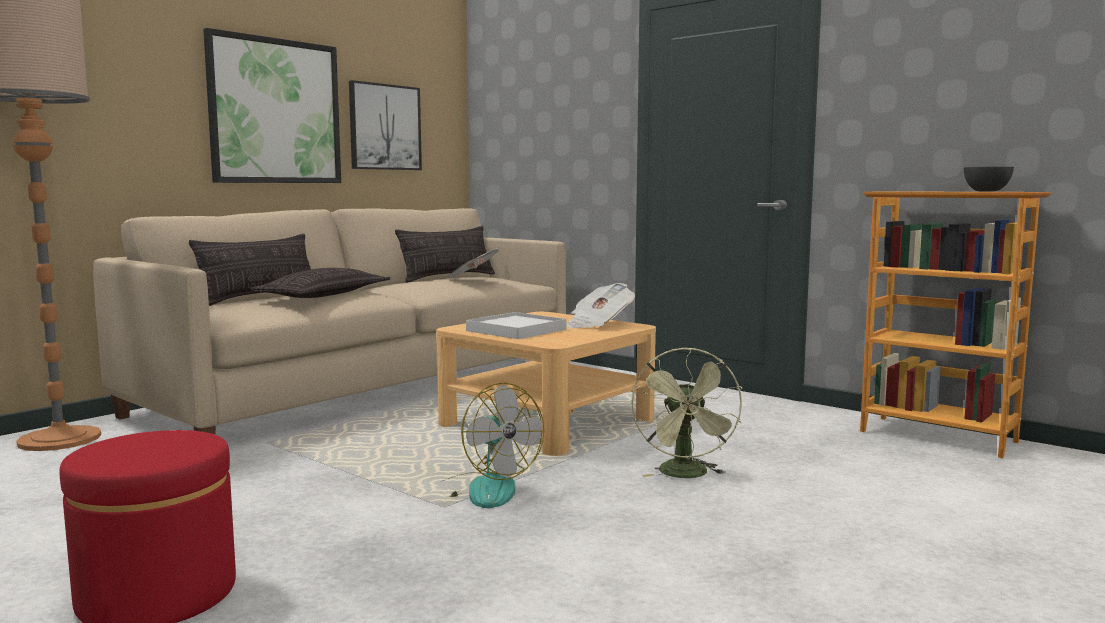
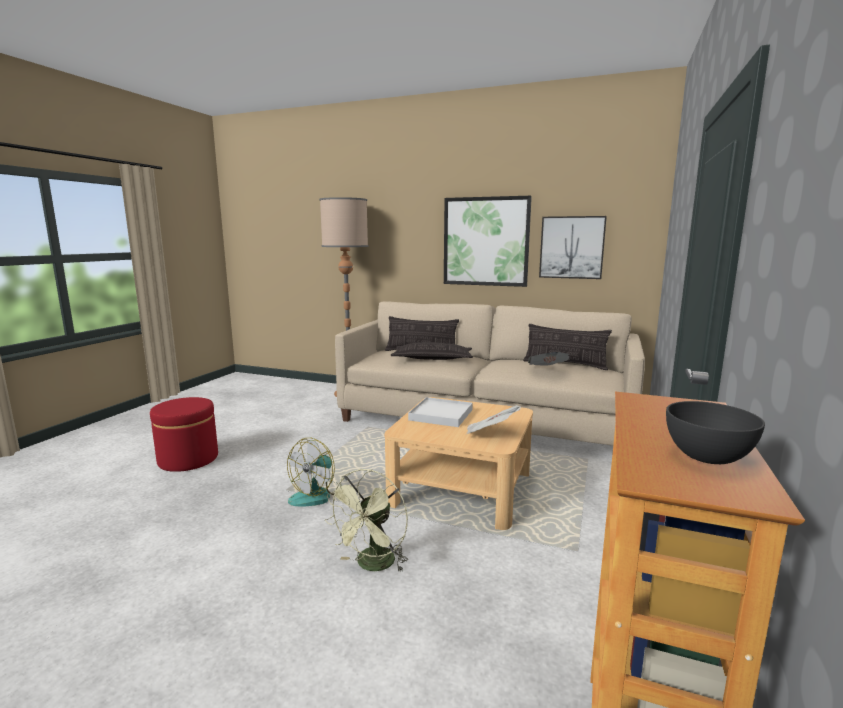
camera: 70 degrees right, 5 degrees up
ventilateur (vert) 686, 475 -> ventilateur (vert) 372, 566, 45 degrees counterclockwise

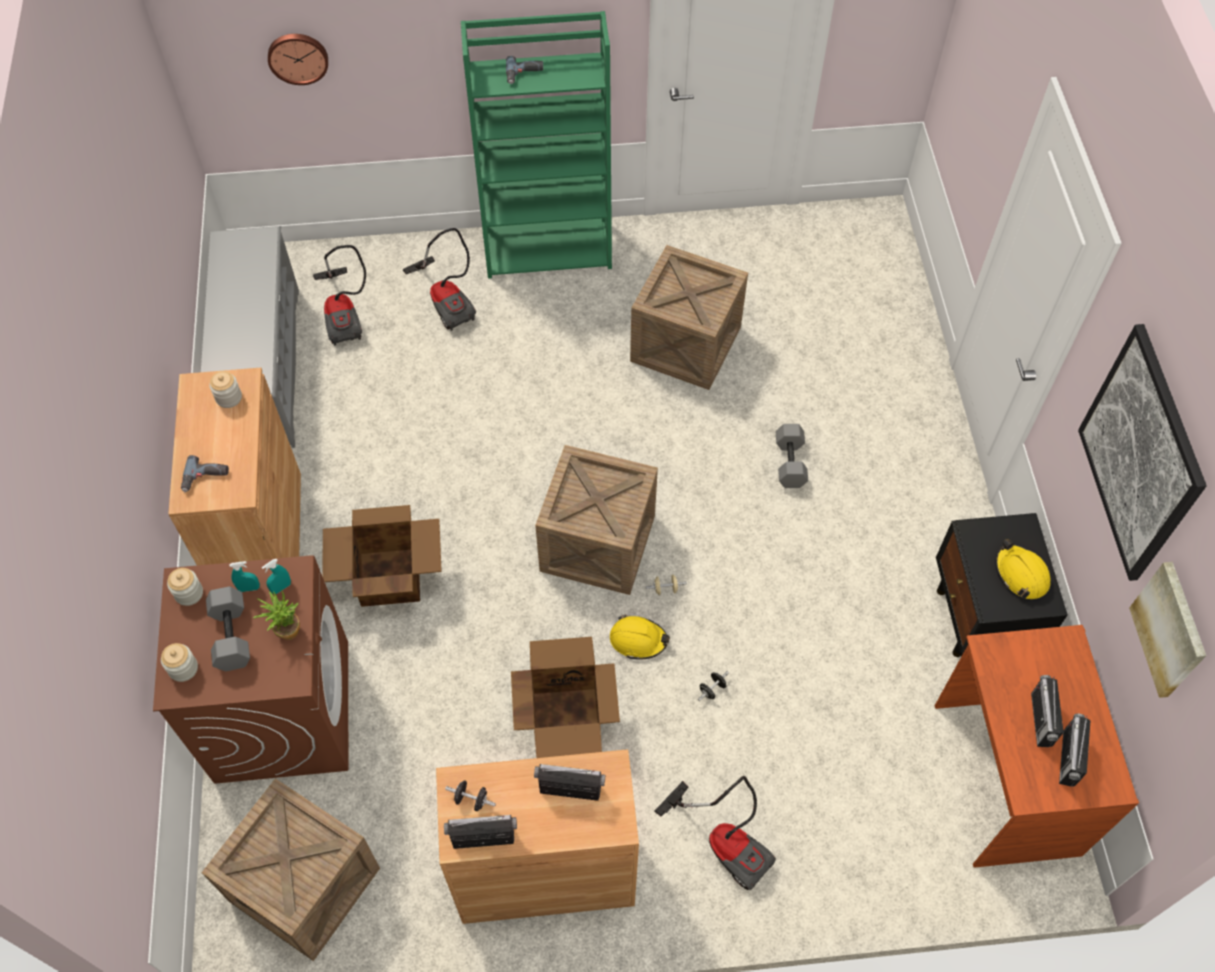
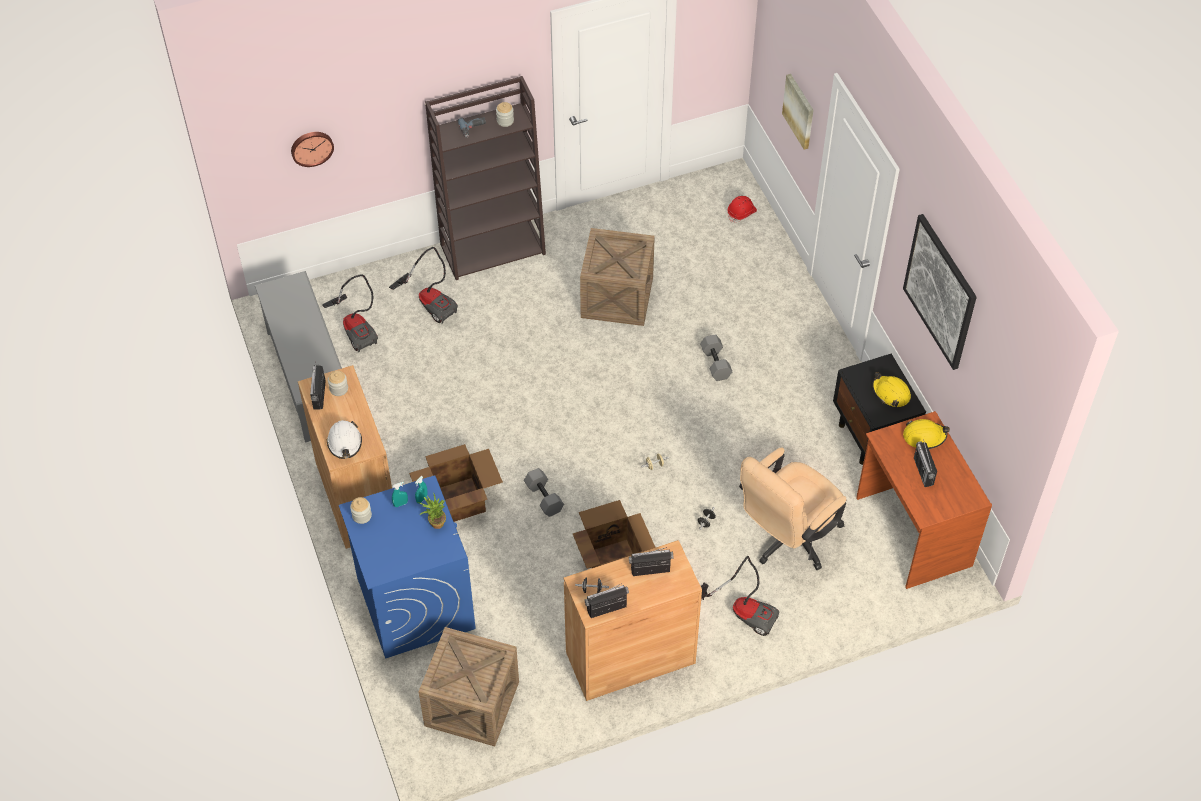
camera: 15 degrees left, 5 degrees down
radio 1068, 758 -> radio 319, 395, shifted
perceuse 205, 478 -> casque de chantier (blanc) 345, 443
lave-linge (marron) 282, 710 -> lave-linge (bleu) 414, 602
bibliothèque (vert) 548, 247 -> bibliothèque (marron) 493, 248
bocal 183, 668 -> bocal 505, 121, shifted
haltère (gris) 230, 635 -> haltère (gris) 543, 497, shifted
none -> casque de chantier (rouge) 741, 213
none -> chaise de bureau (beige) 787, 539
tableau 1170, 630 -> tableau 799, 111, shifted
casque de chantier (jaune) 638, 640 -> casque de chantier (jaune) 924, 437, shifted
caisse 597, 543 -> none

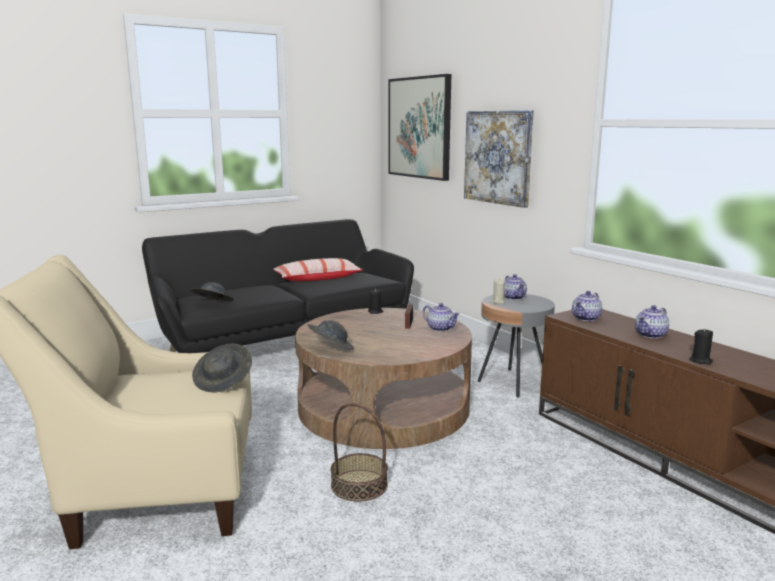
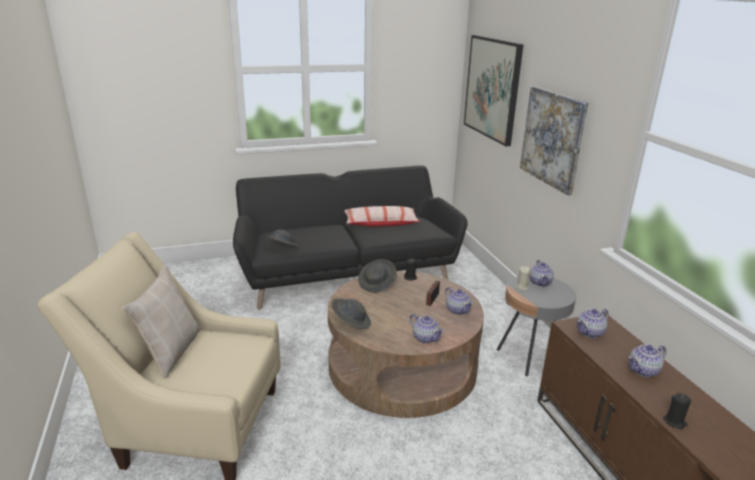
camera: 15 degrees right, 10 degrees up
none -> coussin (beige) 171, 351
chapeau (gris) 223, 381 -> chapeau (gris) 377, 284, shifted
none -> théière 425, 338
panier 359, 485 -> none

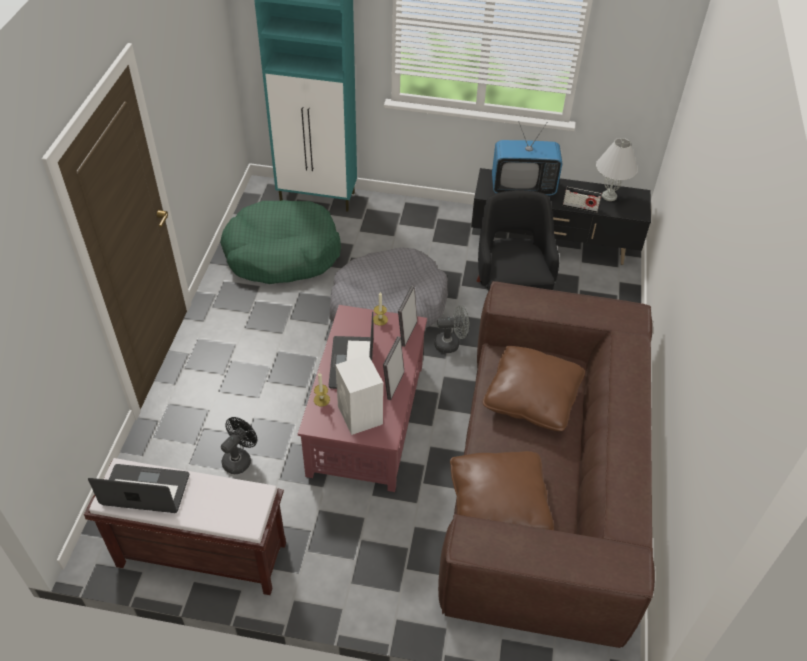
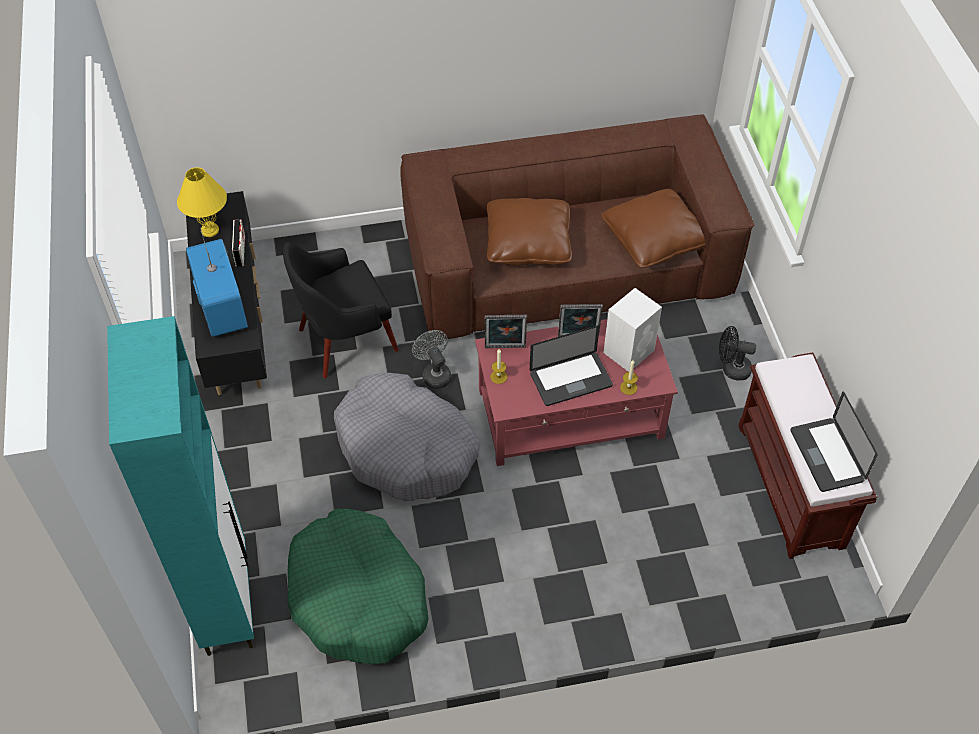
camera: 110 degrees left, 5 degrees up
lampe de table (blanc) 609, 196 -> lampe de table (jaune) 210, 230
ventilateur (noir) 239, 459 -> ventilateur (noir) 731, 369, shifted

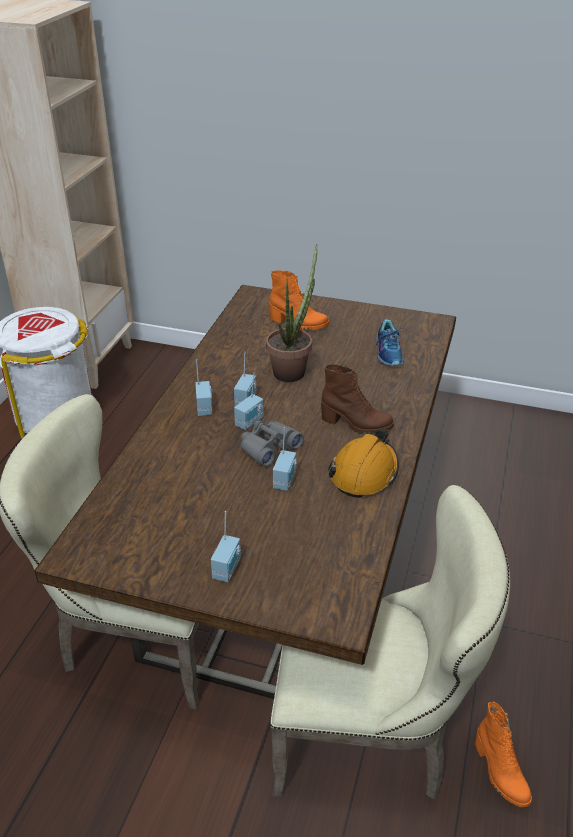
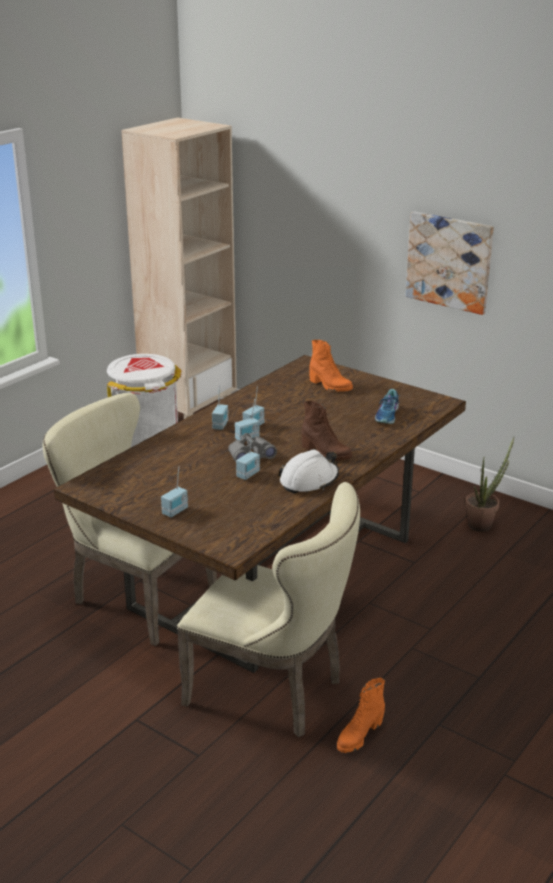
camera: 20 degrees right, 10 degrees down
casque de chantier (orange) 364, 472 -> casque de chantier (blanc) 309, 481
botte (orange) 499, 773 -> botte (orange) 359, 736, 45 degrees clockwise
none -> tableau 449, 262
plante en pot 292, 369 -> plante en pot 483, 523, shifted

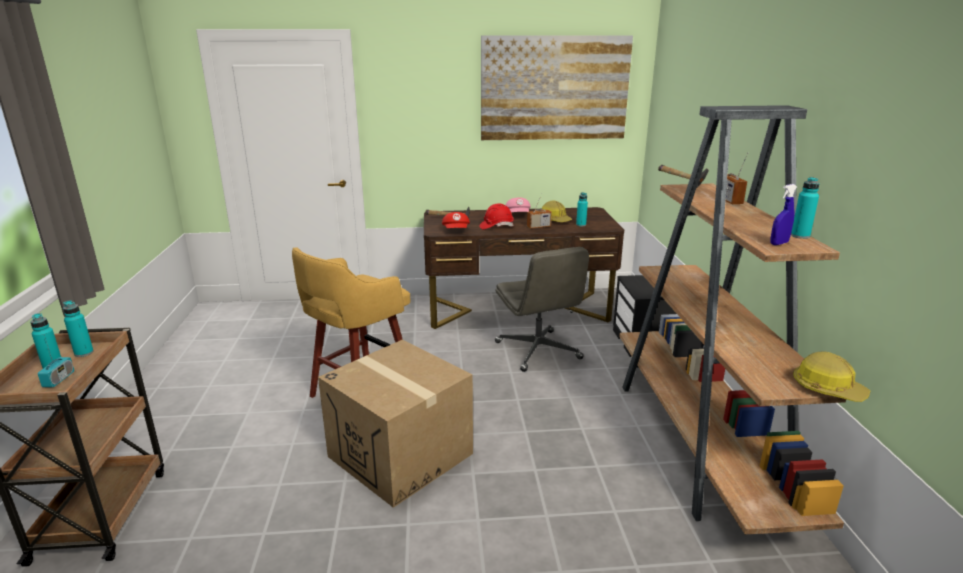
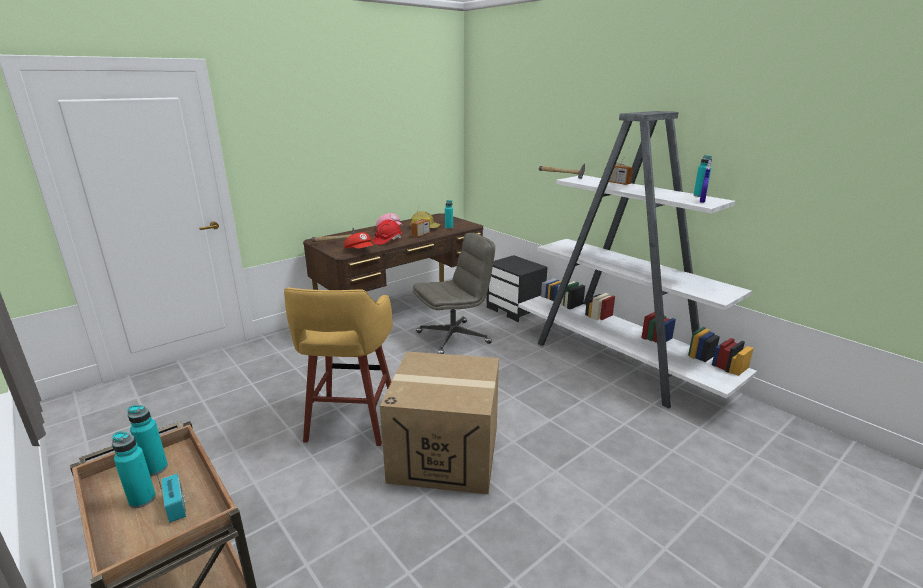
camera: 35 degrees left, 0 degrees up
chaise de bureau (gris) 538, 351 -> chaise de bureau (gris) 454, 337, 60 degrees counterclockwise
bibliothèque (marron) 699, 444 -> bibliothèque (blanc) 619, 362
tableau 554, 88 -> none
casque de chantier 827, 389 -> none

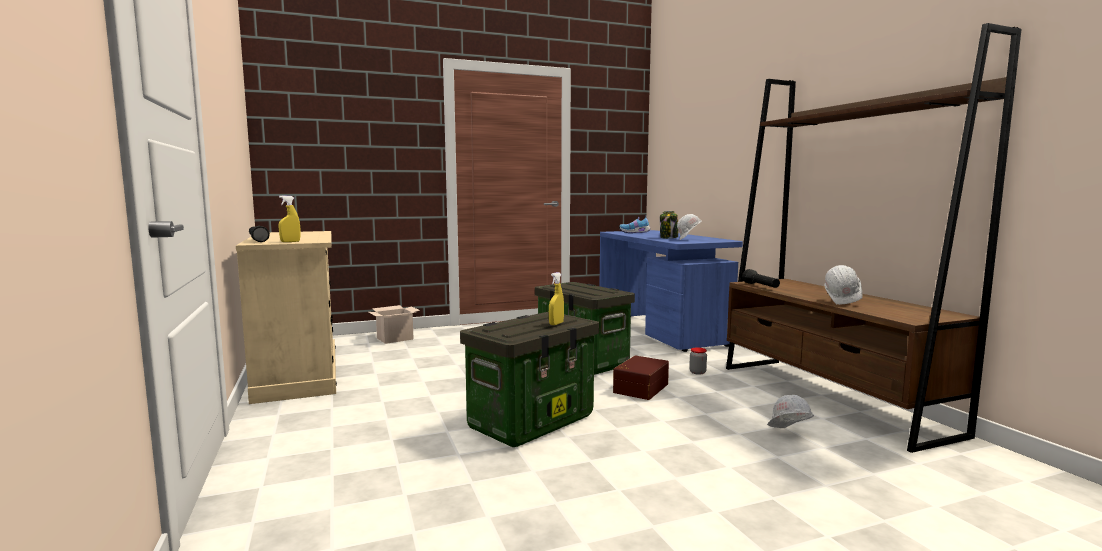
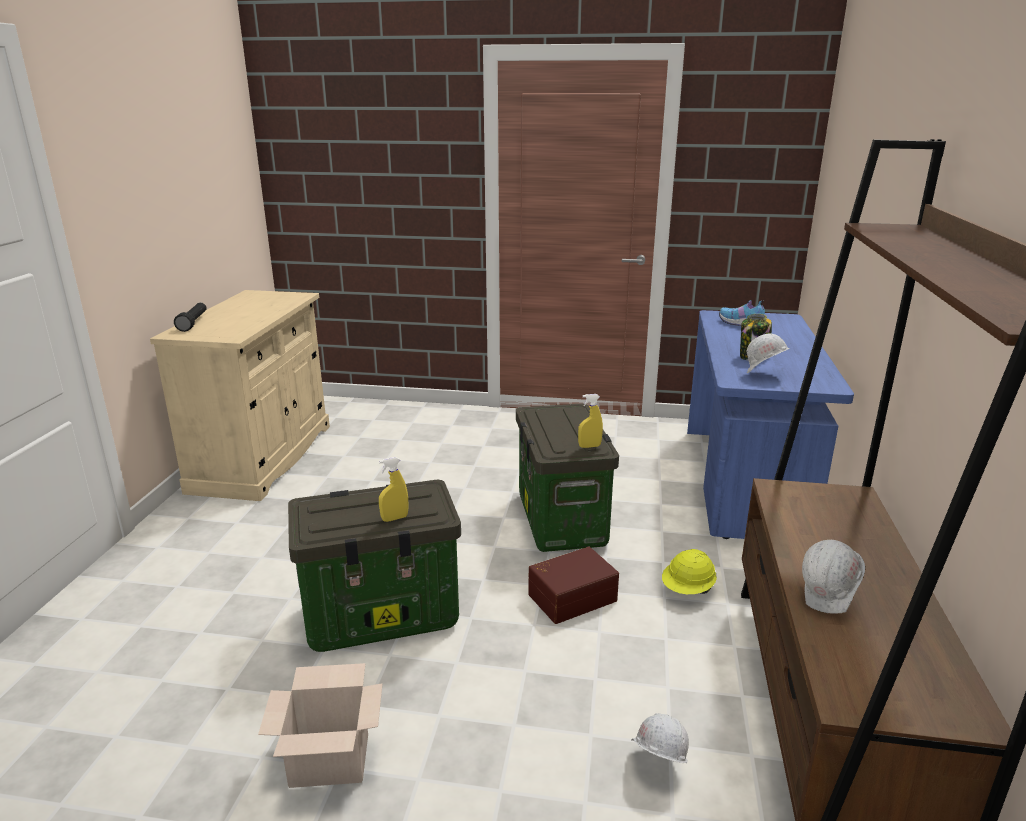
camera: 30 degrees right, 15 degrees up
carton 395, 338 -> carton 332, 759, shifted
vaporisateur (jaune) 290, 242 -> vaporisateur (jaune) 589, 446, shifted
bocal 697, 372 -> casque de chantier (jaune) 688, 590
lampe de poche (noir) 761, 286 -> none

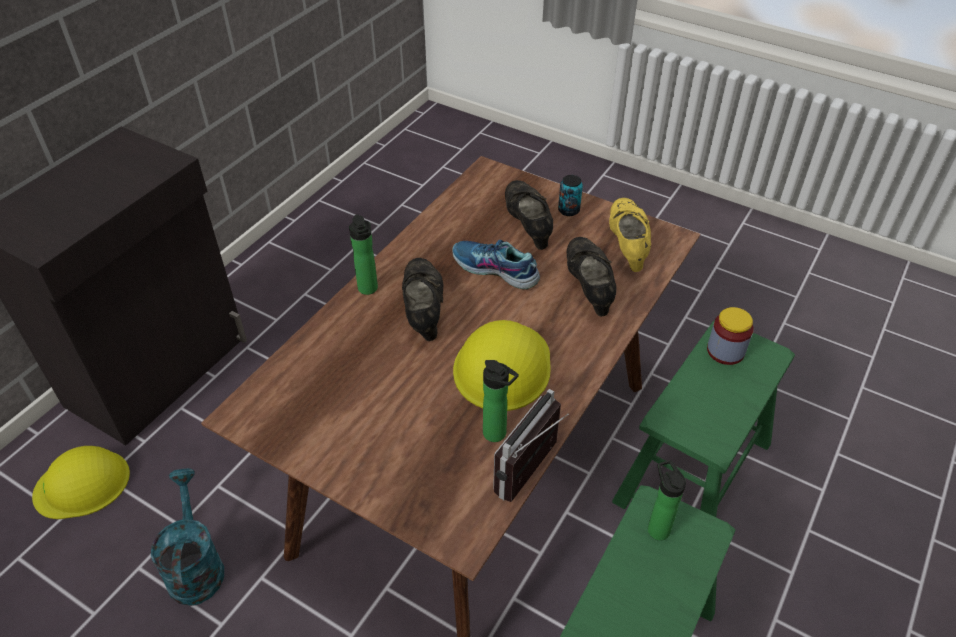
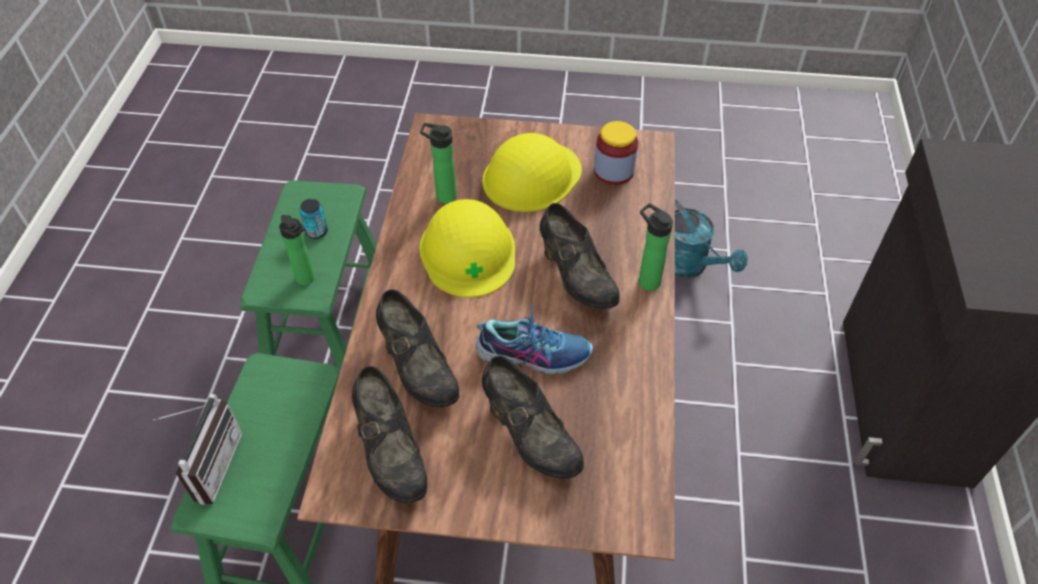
camera: 155 degrees right, 5 degrees up
radio 534, 474 -> radio 210, 464, shifted
boîte métallique 568, 210 -> boîte métallique 316, 232, shifted
chaussure (jaune) 627, 246 -> chaussure (noir) 391, 453
casque de chantier (jaune) 82, 484 -> casque de chantier (jaune) 531, 176, shifted
bocal 725, 351 -> bocal 613, 171, shifted

